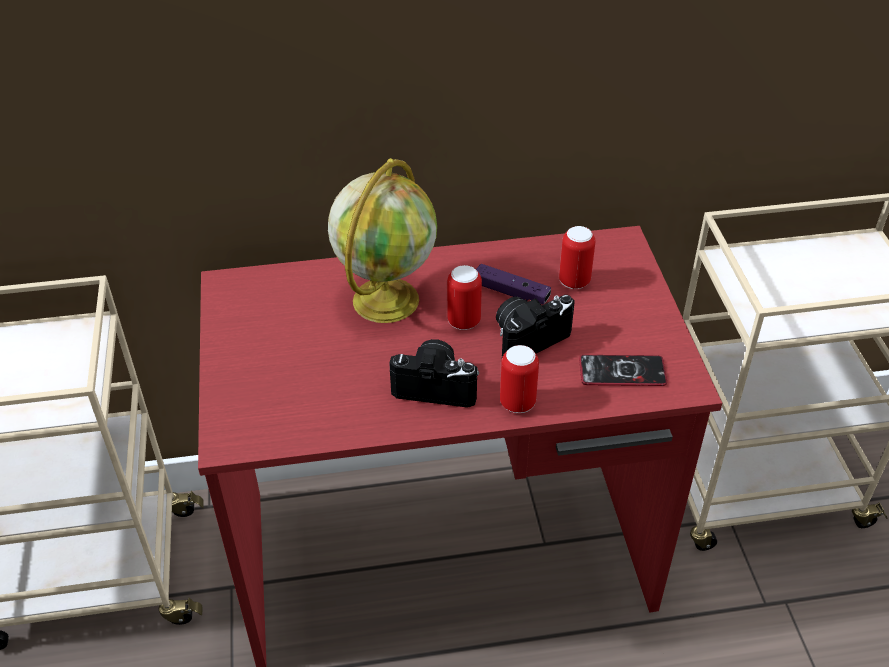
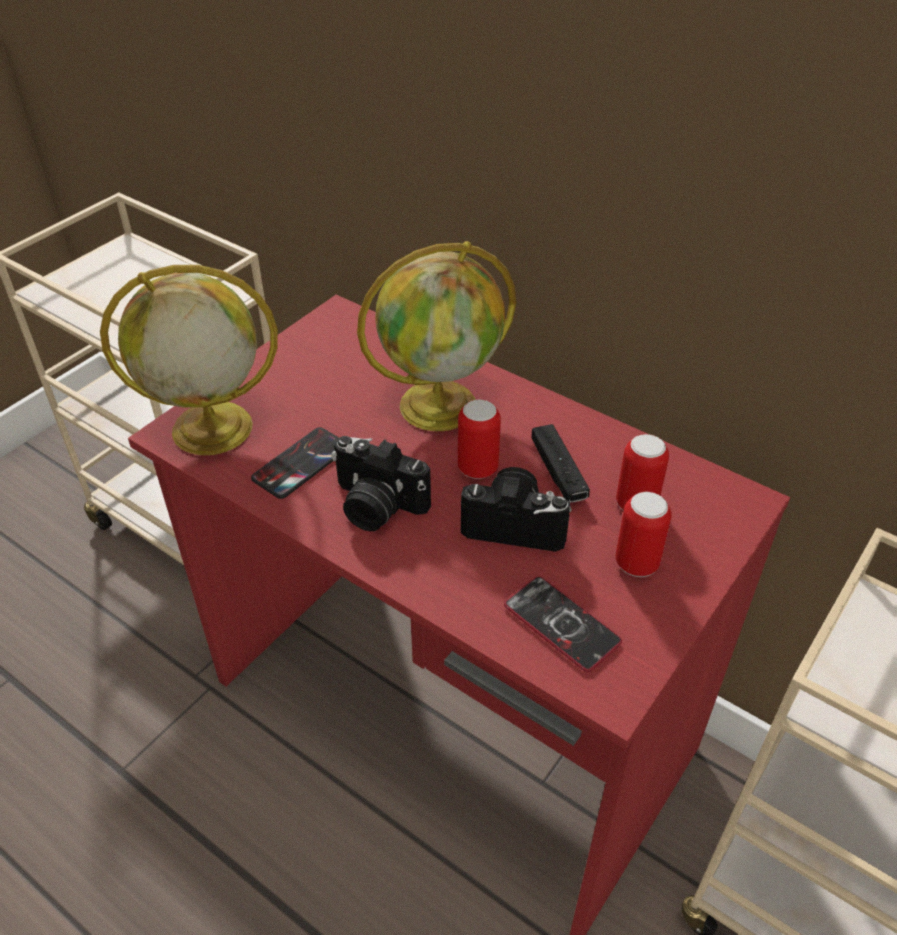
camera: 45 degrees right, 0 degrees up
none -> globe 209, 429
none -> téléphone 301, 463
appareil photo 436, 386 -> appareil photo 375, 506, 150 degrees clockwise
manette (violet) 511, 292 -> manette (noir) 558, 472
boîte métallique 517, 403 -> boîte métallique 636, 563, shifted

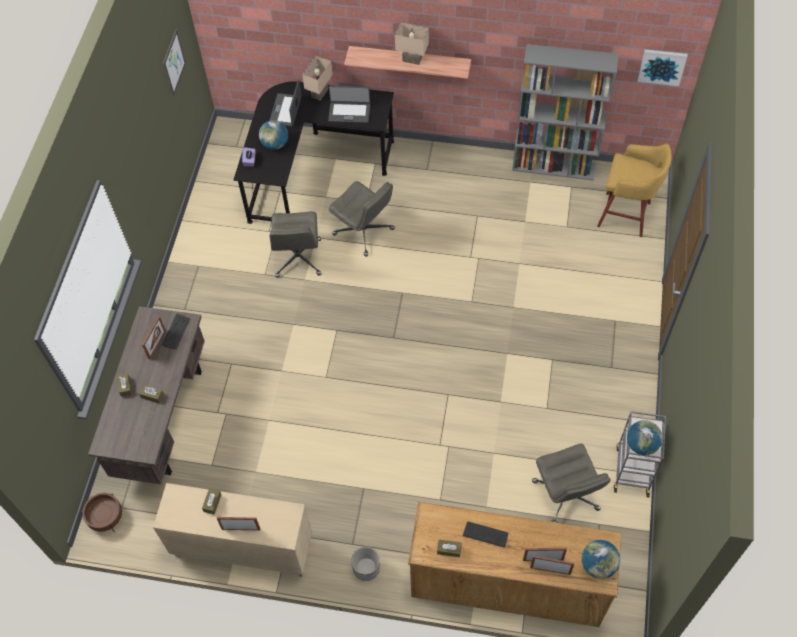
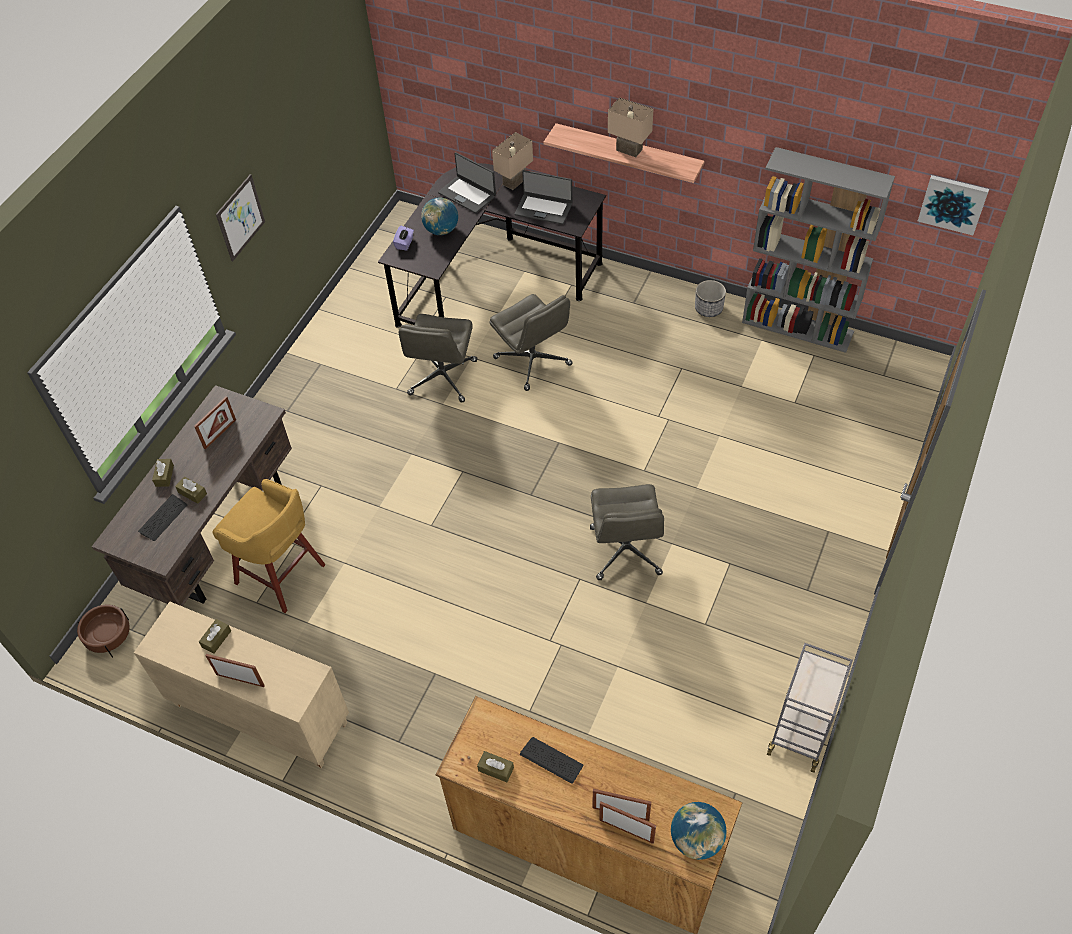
camera: 15 degrees right, 5 degrees down
clavier 176, 332 -> clavier 163, 518, shifted
tabouret (jaune) 626, 215 -> tabouret (jaune) 282, 576, shifted
tableau 174, 62 -> tableau 240, 217, shifted
ordinateur portable 286, 110 -> ordinateur portable 467, 194, 75 degrees counterclockwise
chaise de bureau (gris) 566, 496 -> chaise de bureau (gris) 626, 551, shifted
cache-pot 366, 568 -> cache-pot 708, 308, shifted
globe 641, 445 -> none

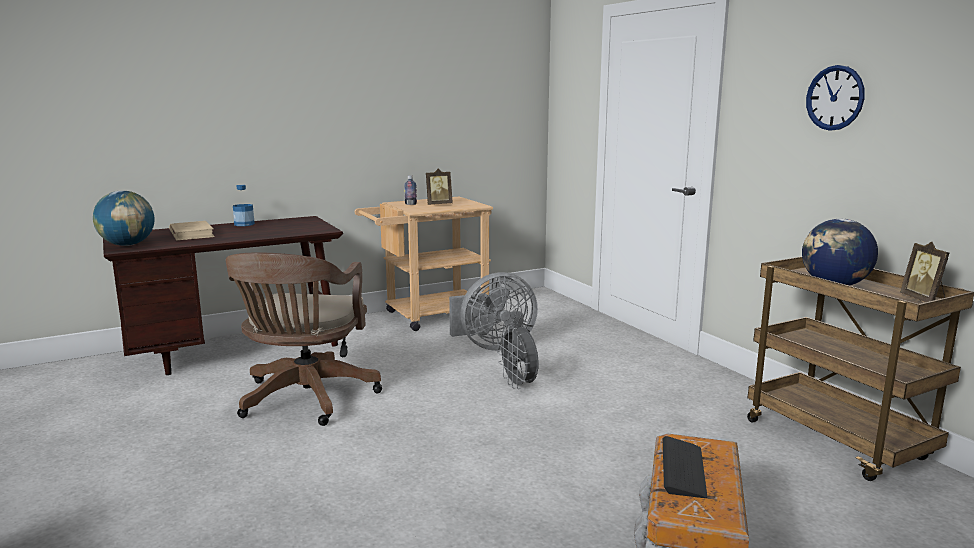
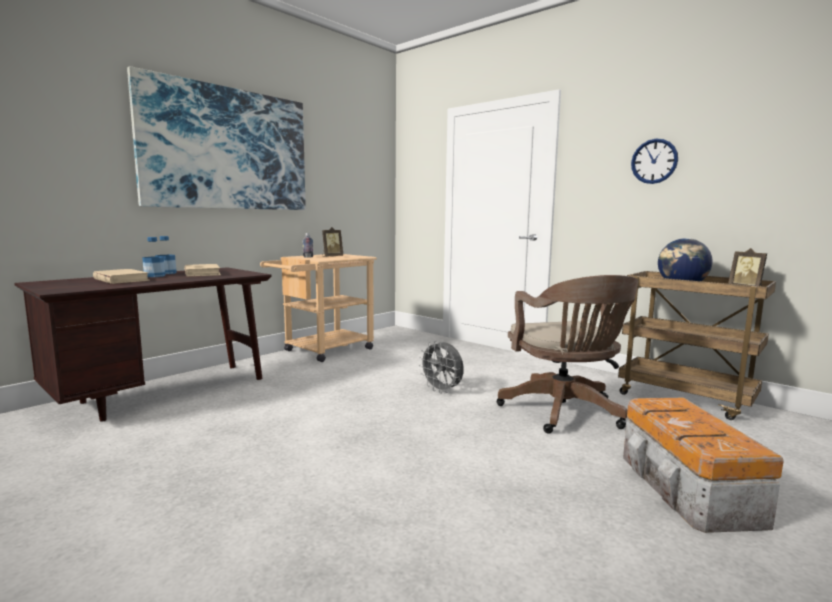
camera: 20 degrees left, 5 degrees down
none -> tableau 227, 149
none -> bouteille 154, 276
none -> livre (beige) 202, 273
chaise de bureau (marron) 305, 400 -> chaise de bureau (marron) 564, 413, shifted
globe 127, 245 -> none
ventilateur (gris) 492, 346 -> none
clavier 683, 469 -> none

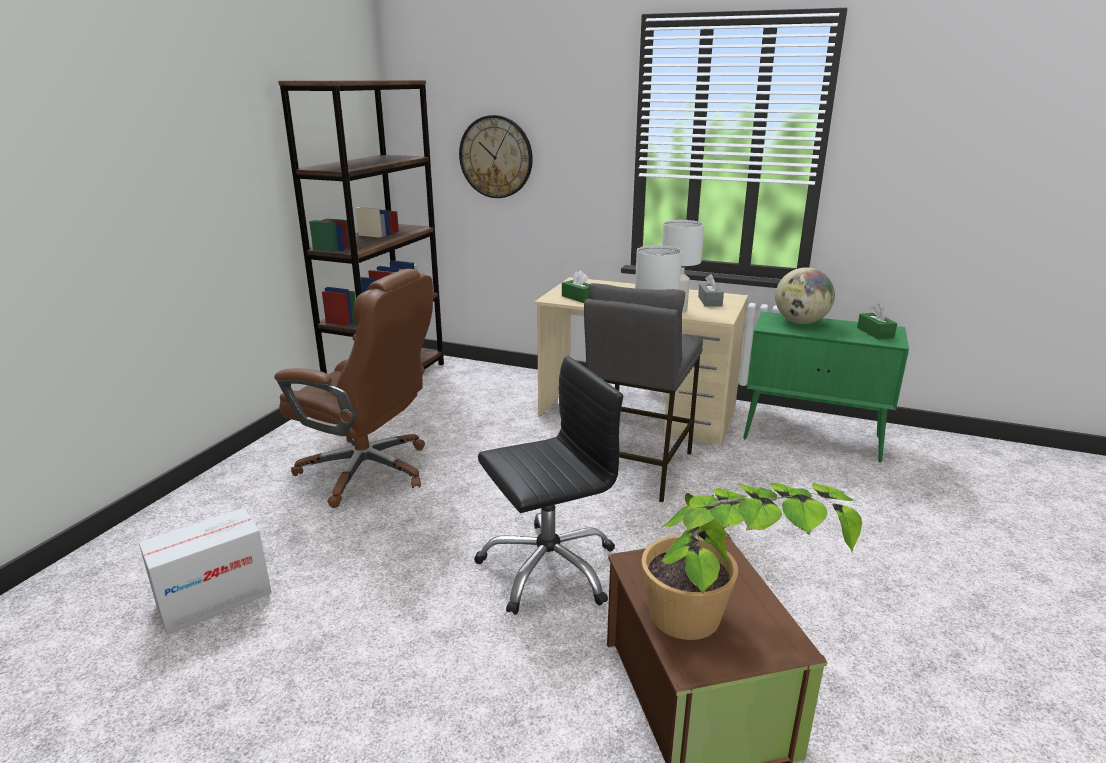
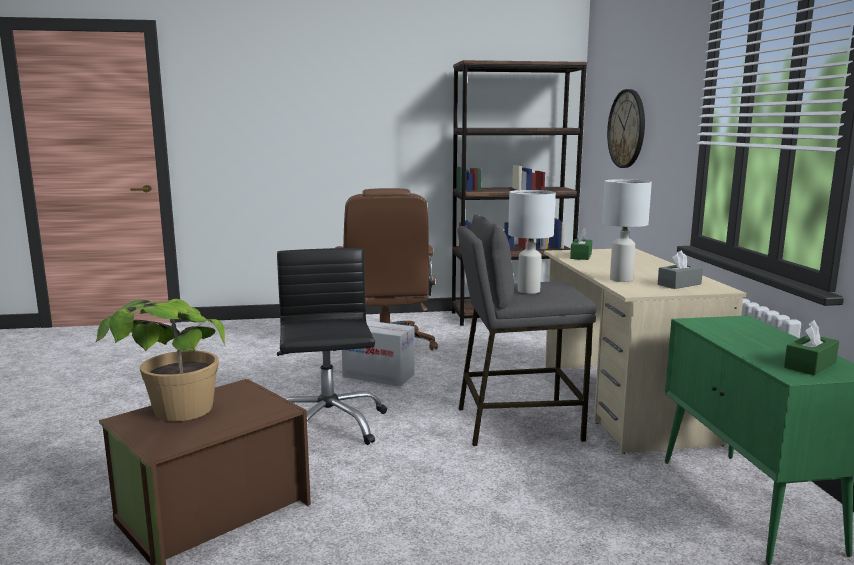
camera: 60 degrees right, 10 degrees down
chaise de bureau (noir) 548, 568 -> chaise de bureau (noir) 328, 424, 135 degrees counterclockwise
carton 215, 599 -> carton 378, 375, shifted
globe 800, 322 -> none

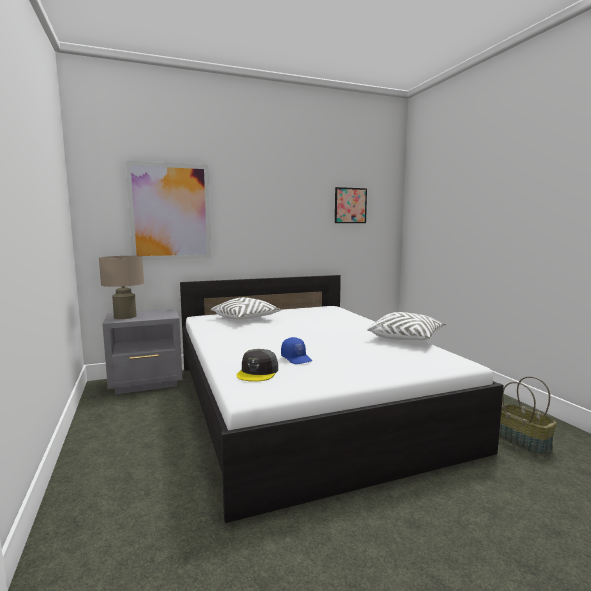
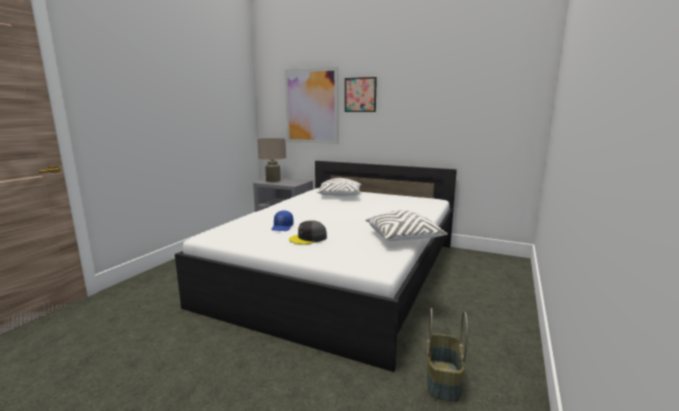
camera: 45 degrees right, 5 degrees up
casquette (gris) 258, 372 -> casquette (gris) 308, 238, shifted
tableau 350, 205 -> tableau 360, 95, shifted

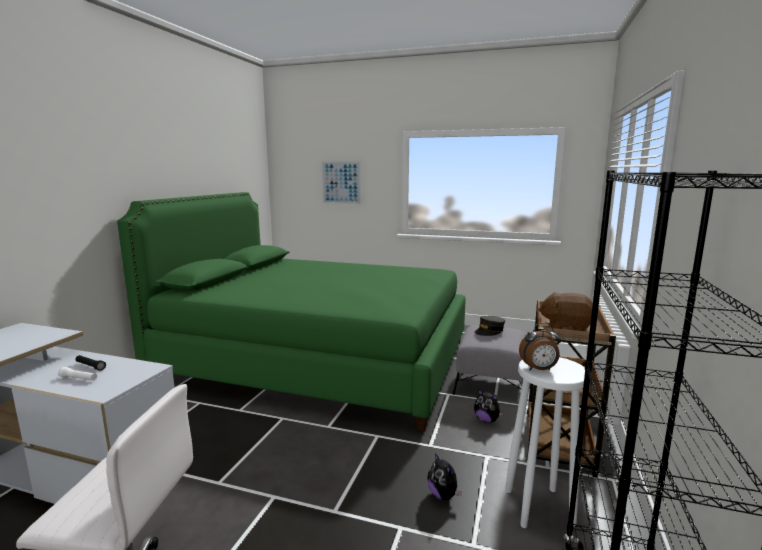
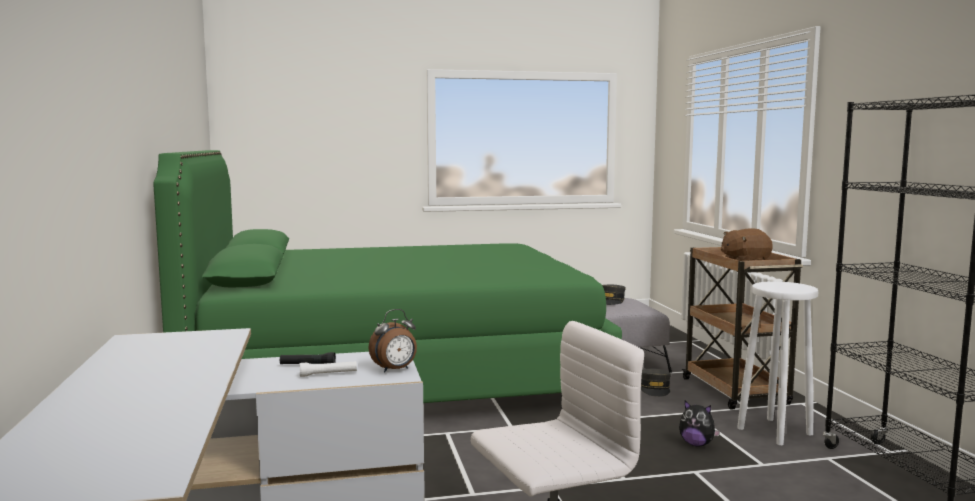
camera: 30 degrees left, 5 degrees down
réveil 539, 369 -> réveil 395, 370, shifted
peluche 486, 420 -> casquette (gris) 655, 389
tableau 341, 182 -> none

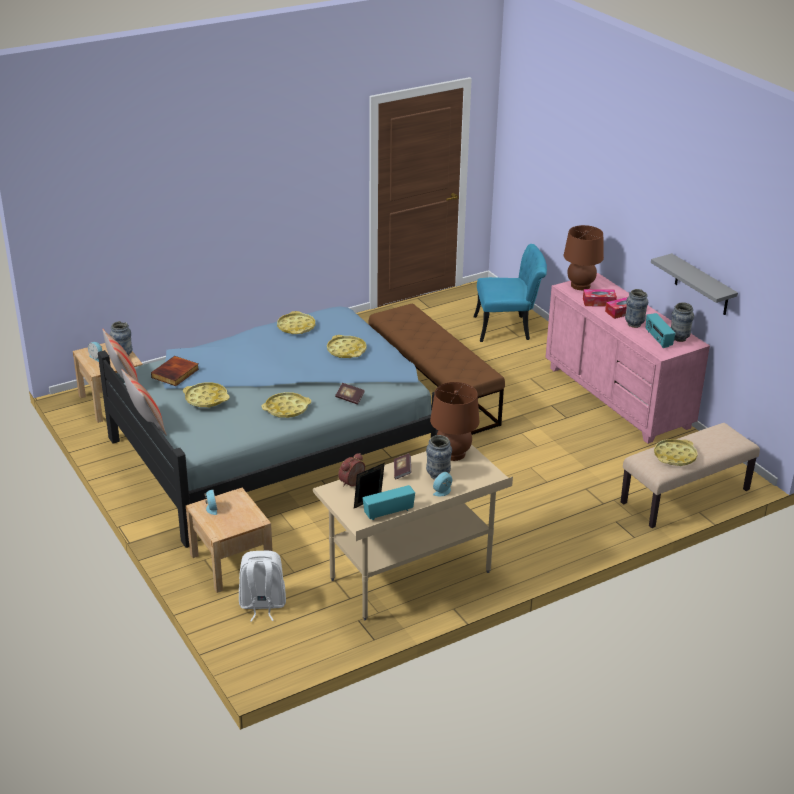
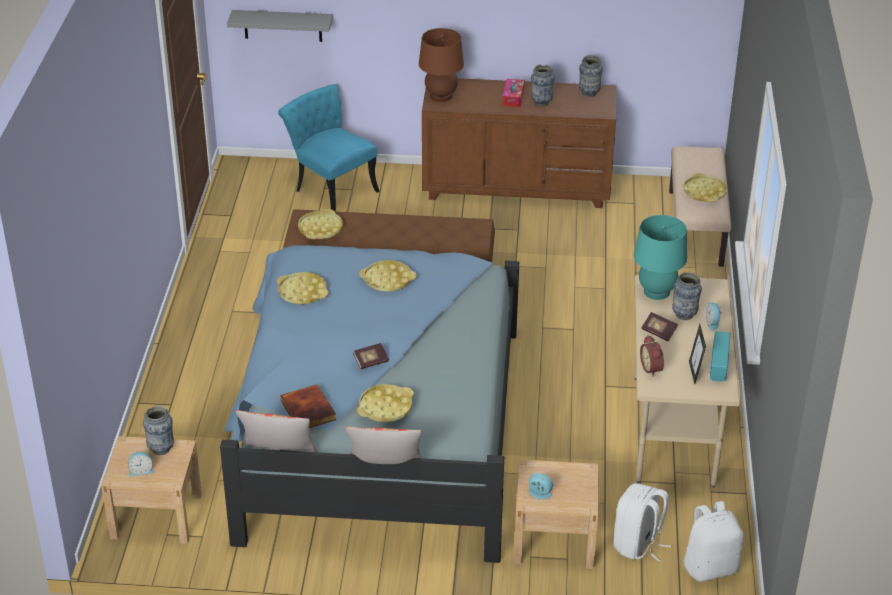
camera: 55 degrees left, 5 degrees up
étagère (gris) 702, 285 -> étagère (gris) 283, 25, shifted
chaise (turquoise) 508, 328 -> chaise (turquoise) 330, 188, 75 degrees counterclockwise
plateau (jaune) 286, 409 -> plateau (jaune) 320, 229, shifted
livre 350, 398 -> livre 370, 361, shifted
commode (rose) 617, 397 -> commode (marron) 516, 187
lampe de table (marron) 453, 454 -> lampe de table (turquoise) 656, 292
none -> sac à dos (blanc) 710, 567
boîte à mouchoirs 599, 302 -> none
radio 658, 339 -> none

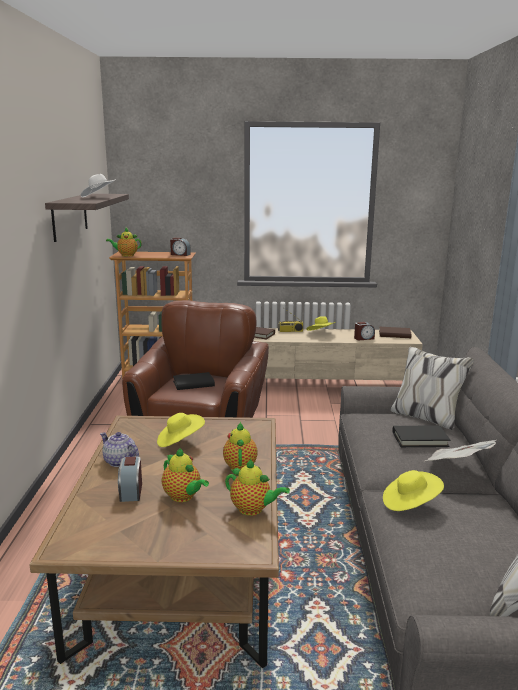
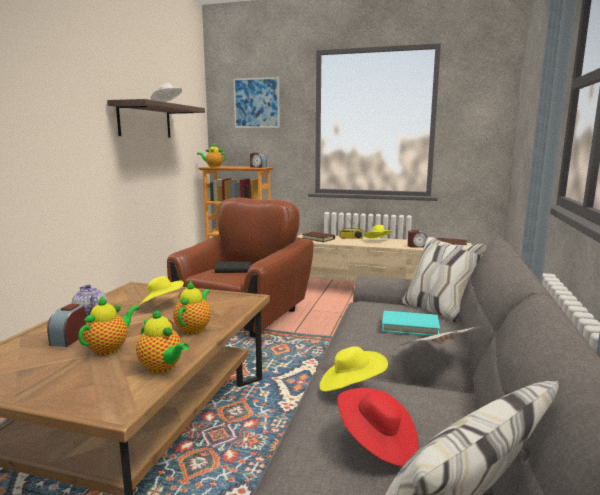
camera: 15 degrees right, 5 degrees down
théière 183, 497 -> théière 110, 349, 120 degrees counterclockwise
none -> tableau 256, 103
none -> chapeau (rouge) 377, 443
livre (noir) 420, 439 -> livre (turquoise) 410, 326

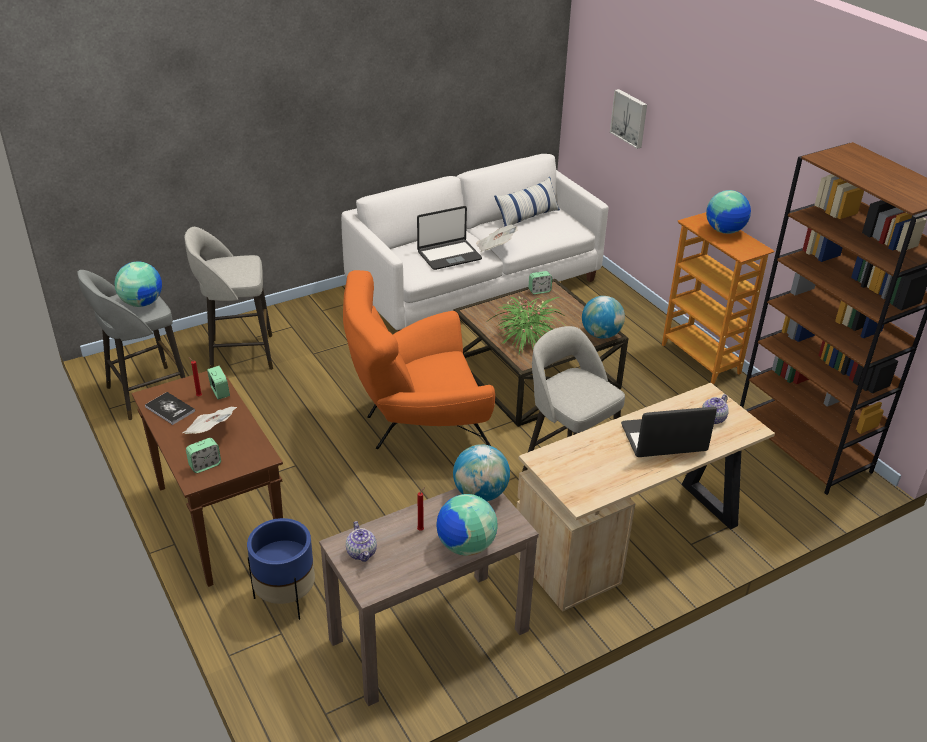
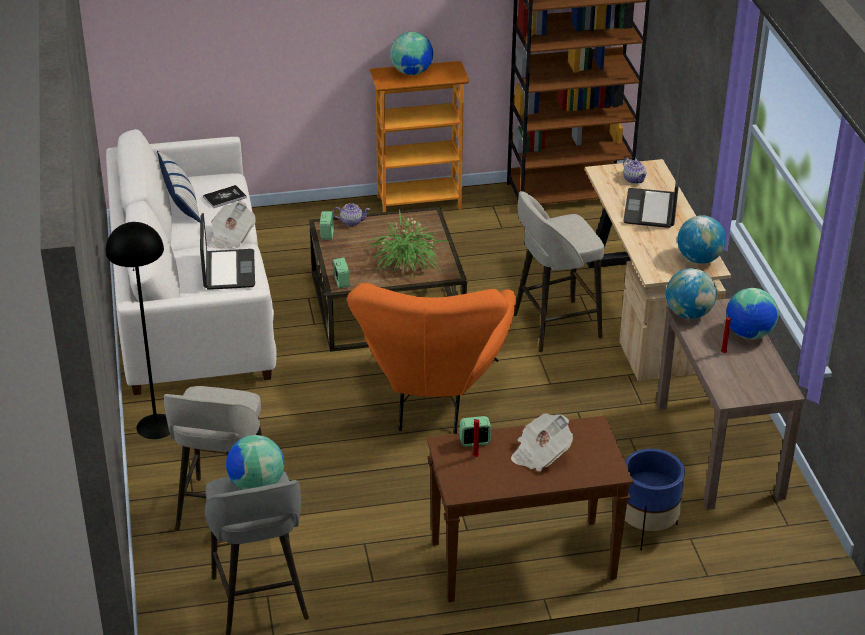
camera: 70 degrees left, 0 degrees up
none -> lampadaire (noir) 156, 426
livre 170, 409 -> livre 224, 197, shifted
théière 362, 552 -> théière 351, 222, shifted
réveil 205, 465 -> réveil 341, 282, shifted
globe 601, 334 -> globe 699, 259, shifted
tableau 630, 118 -> none

